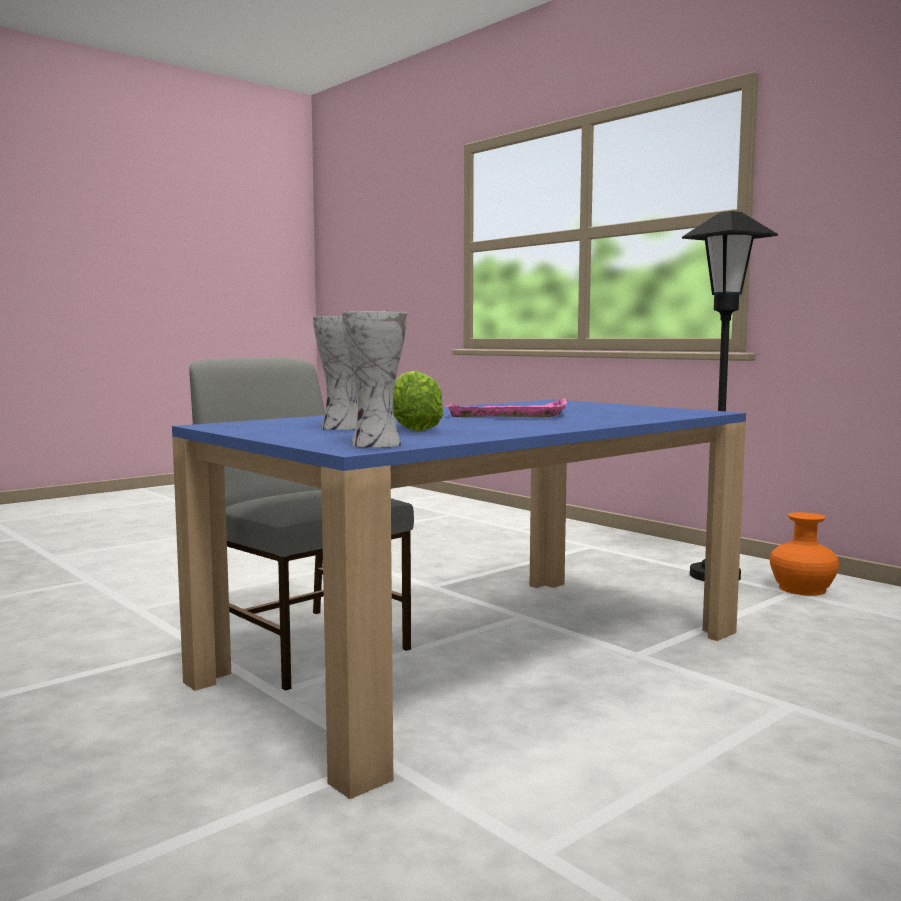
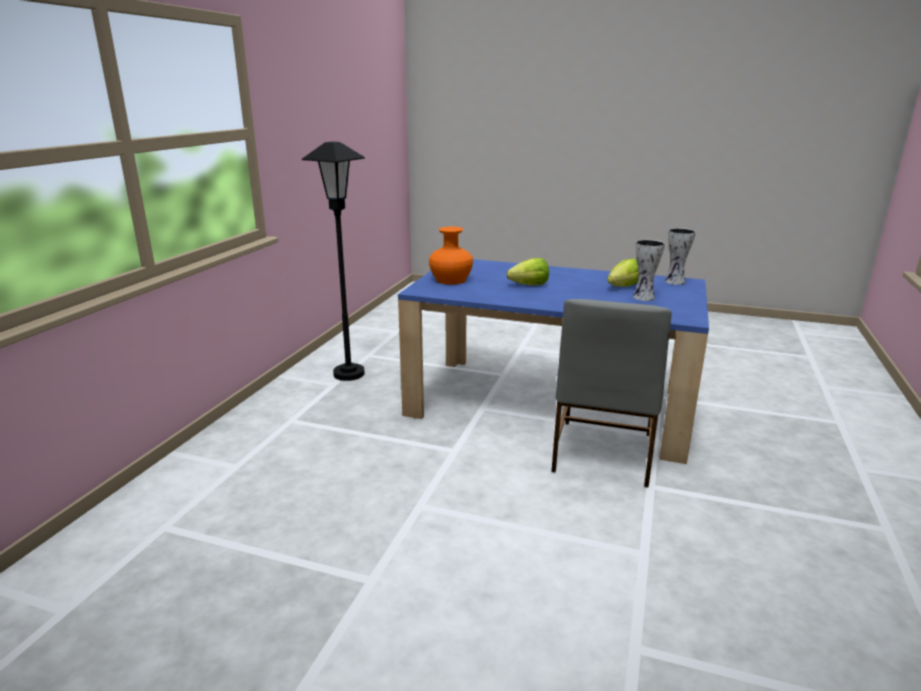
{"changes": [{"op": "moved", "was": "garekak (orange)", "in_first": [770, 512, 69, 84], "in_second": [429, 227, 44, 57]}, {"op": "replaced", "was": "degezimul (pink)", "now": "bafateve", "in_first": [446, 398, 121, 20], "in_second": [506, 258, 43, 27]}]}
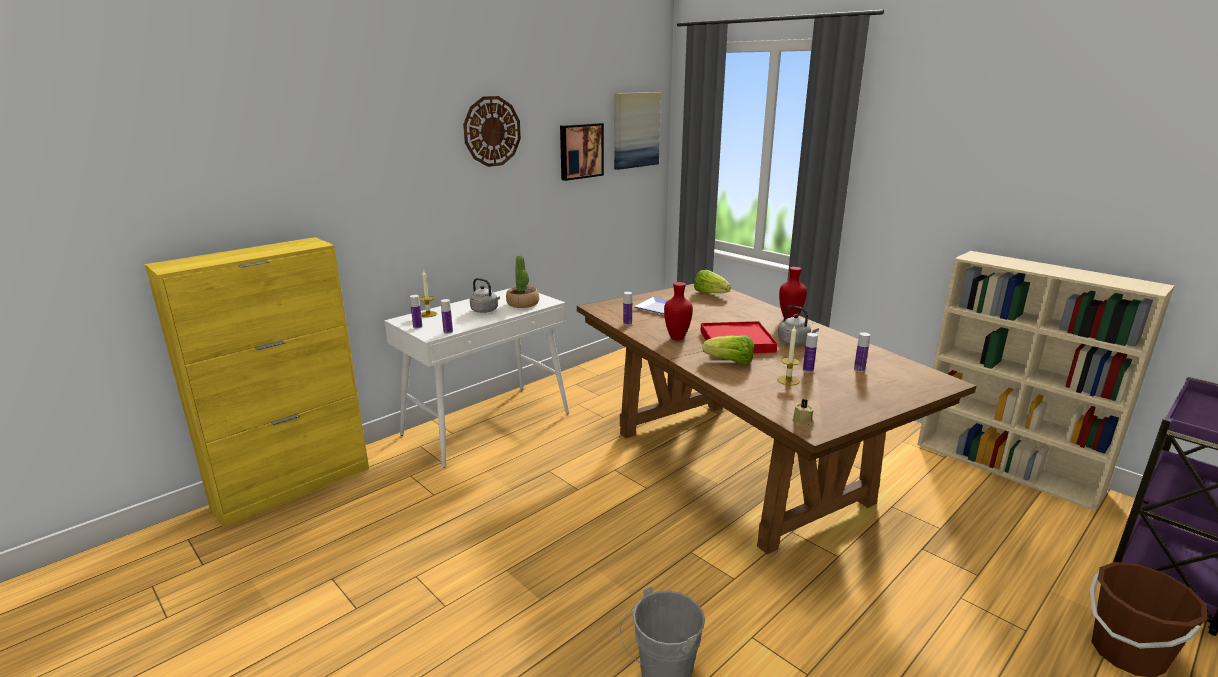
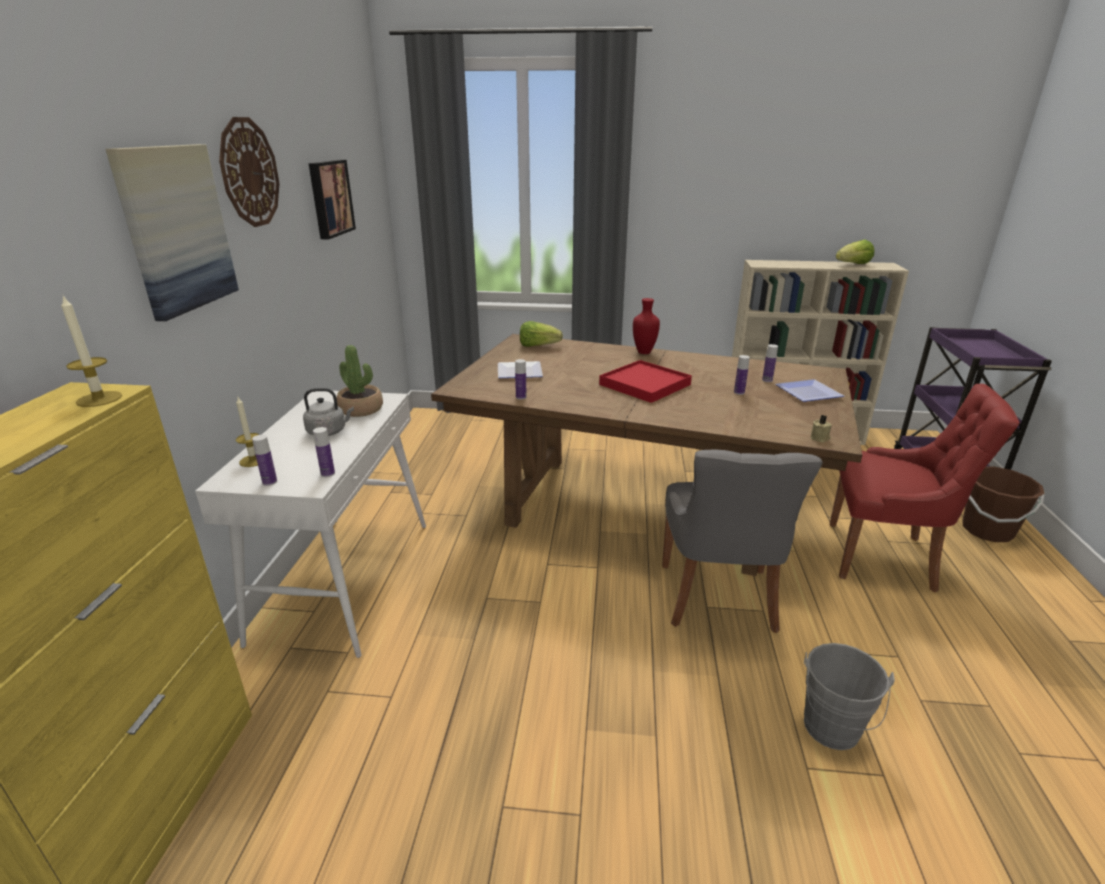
{"changes": [{"op": "moved", "was": "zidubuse", "in_first": [777, 325, 23, 60], "in_second": [61, 296, 61, 111]}, {"op": "moved", "was": "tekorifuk", "in_first": [614, 92, 47, 78], "in_second": [106, 144, 133, 177]}, {"op": "added", "now": "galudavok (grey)", "in_second": [662, 449, 161, 184]}, {"op": "added", "now": "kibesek", "in_second": [776, 379, 68, 23]}, {"op": "added", "now": "galudavok (red)", "in_second": [830, 384, 189, 208]}, {"op": "moved", "was": "bafateve", "in_first": [702, 335, 52, 30], "in_second": [836, 240, 38, 24]}, {"op": "removed", "was": "garekak (red)", "in_first": [664, 282, 29, 58]}, {"op": "removed", "was": "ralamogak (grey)", "in_first": [778, 306, 41, 39]}]}
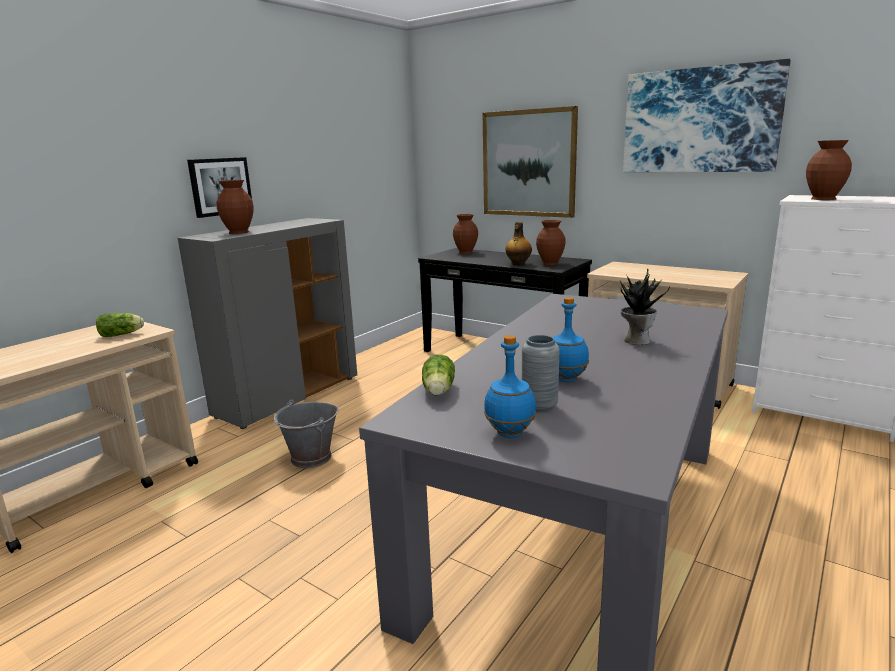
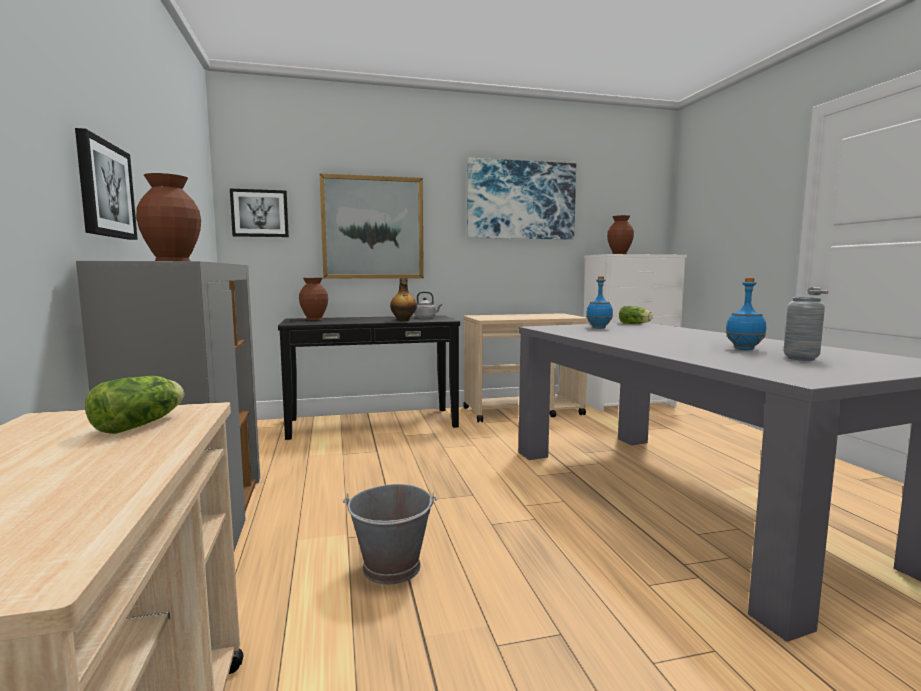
{"changes": [{"op": "added", "now": "tekorifuk", "in_second": [230, 189, 59, 48]}, {"op": "replaced", "was": "garekak (brown)", "now": "ralamogak (grey)", "in_first": [536, 220, 30, 45], "in_second": [414, 291, 28, 28]}, {"op": "moved", "was": "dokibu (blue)", "in_first": [484, 335, 52, 103], "in_second": [586, 276, 27, 53]}, {"op": "moved", "was": "bafateve", "in_first": [422, 354, 33, 42], "in_second": [619, 306, 34, 18]}, {"op": "removed", "was": "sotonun", "in_first": [620, 269, 50, 76]}]}
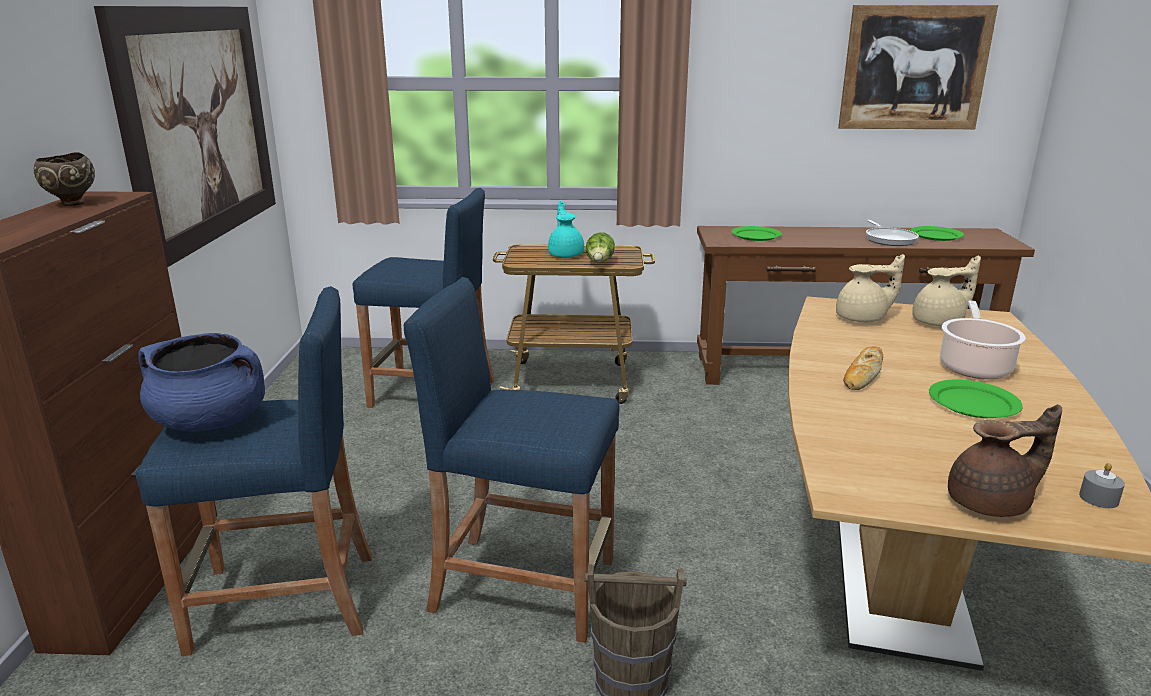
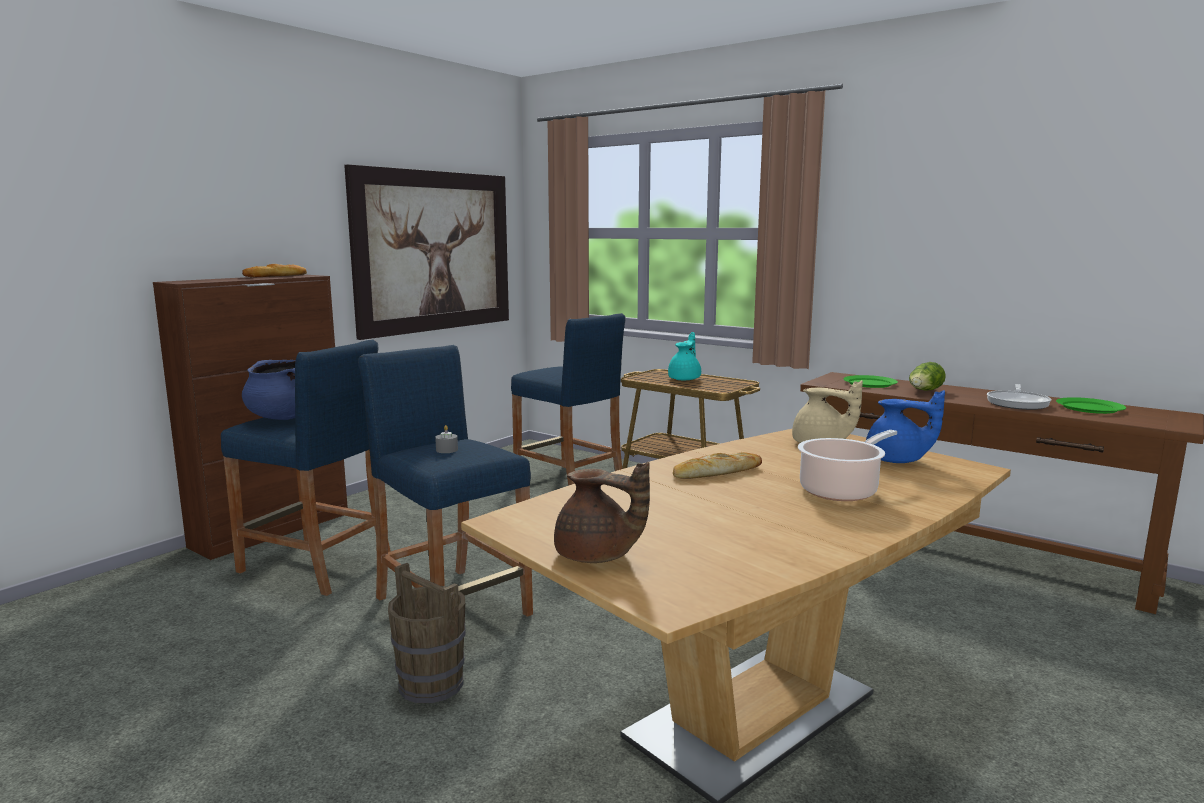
{"changes": [{"op": "replaced", "was": "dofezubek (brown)", "now": "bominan", "in_first": [34, 152, 61, 54], "in_second": [242, 264, 65, 13]}, {"op": "moved", "was": "zidubuse (grey)", "in_first": [1079, 463, 46, 45], "in_second": [435, 425, 23, 28]}, {"op": "recoloured", "was": "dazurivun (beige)", "now": "dazurivun (blue)", "in_first": [912, 256, 69, 70], "in_second": [866, 390, 79, 73]}, {"op": "moved", "was": "bafateve", "in_first": [586, 232, 29, 30], "in_second": [909, 362, 37, 29]}, {"op": "removed", "was": "tekorifuk", "in_first": [838, 5, 160, 124]}, {"op": "removed", "was": "kibesek (green)", "in_first": [929, 379, 94, 39]}]}
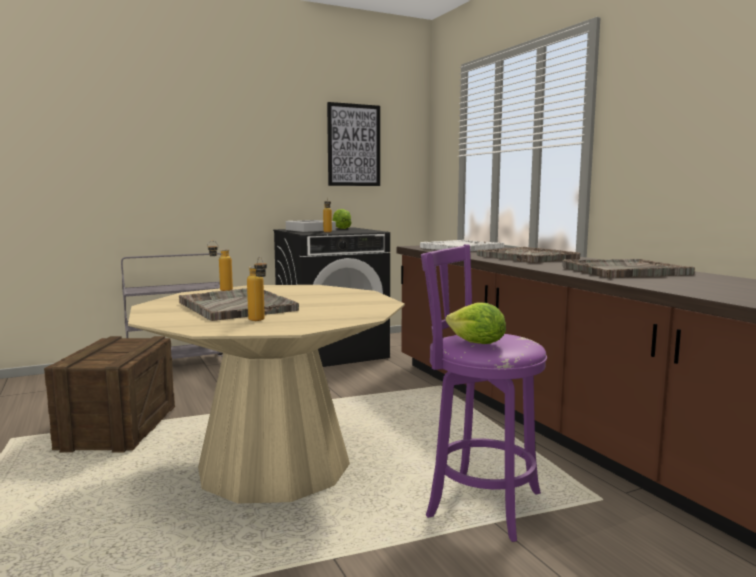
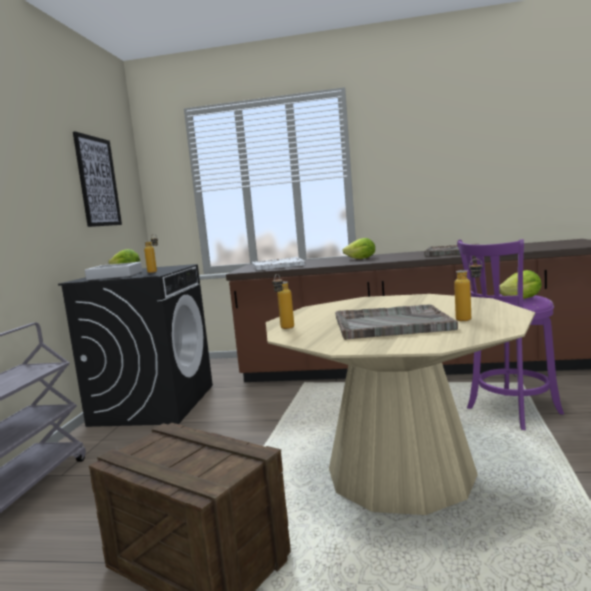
{"changes": [{"op": "replaced", "was": "degezimul (grey)", "now": "bafateve", "in_first": [477, 247, 104, 16], "in_second": [342, 238, 33, 21]}]}
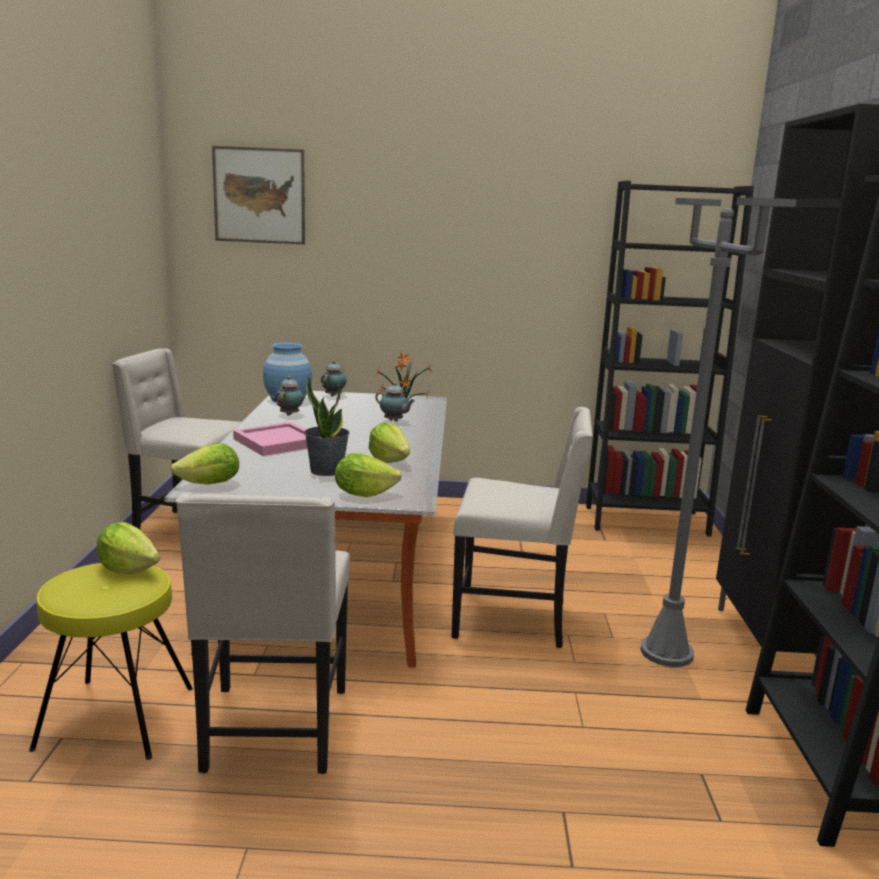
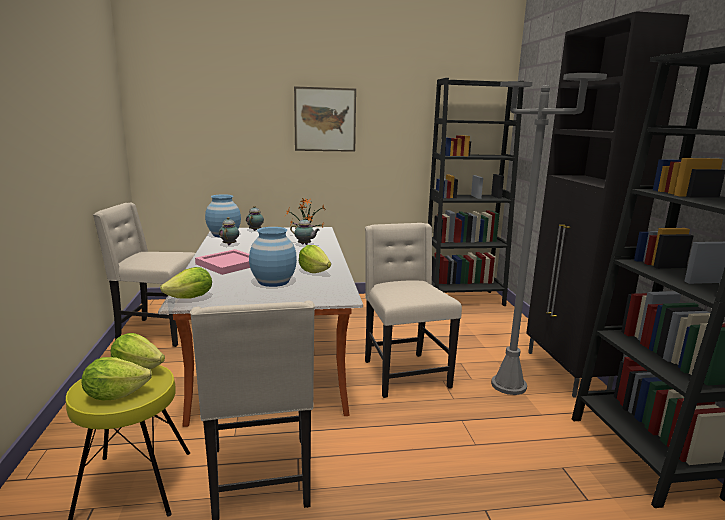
{"changes": [{"op": "moved", "was": "bafateve", "in_first": [335, 453, 67, 44], "in_second": [81, 357, 71, 43]}, {"op": "replaced", "was": "sotonun", "now": "garekak (blue)", "in_first": [304, 376, 45, 100], "in_second": [249, 227, 48, 60]}, {"op": "moved", "was": "tekorifuk", "in_first": [212, 146, 93, 98], "in_second": [294, 86, 62, 66]}, {"op": "turned", "was": "galudavok (beige)", "in_first": [452, 407, 141, 241], "in_second": [365, 223, 97, 175], "clockwise": -105}]}
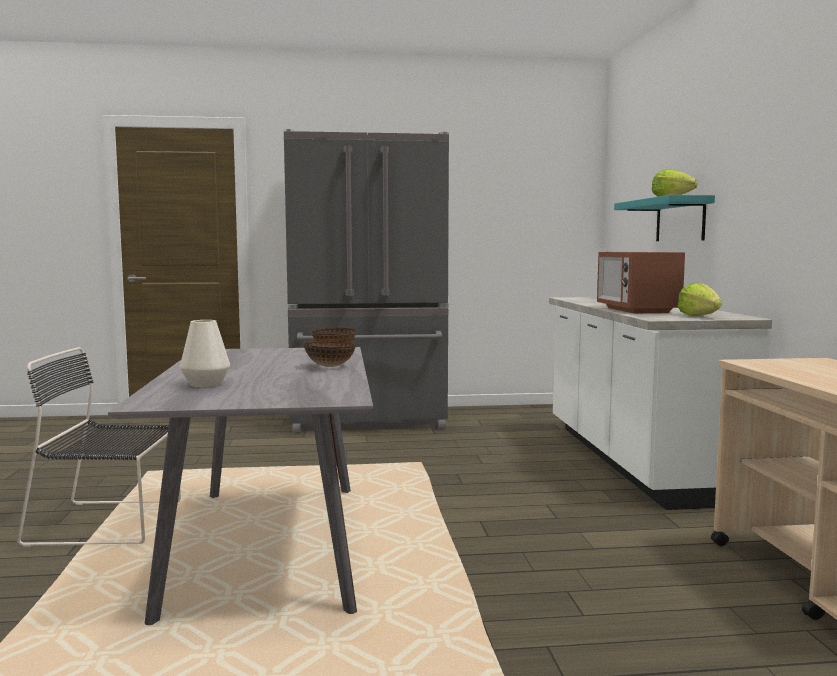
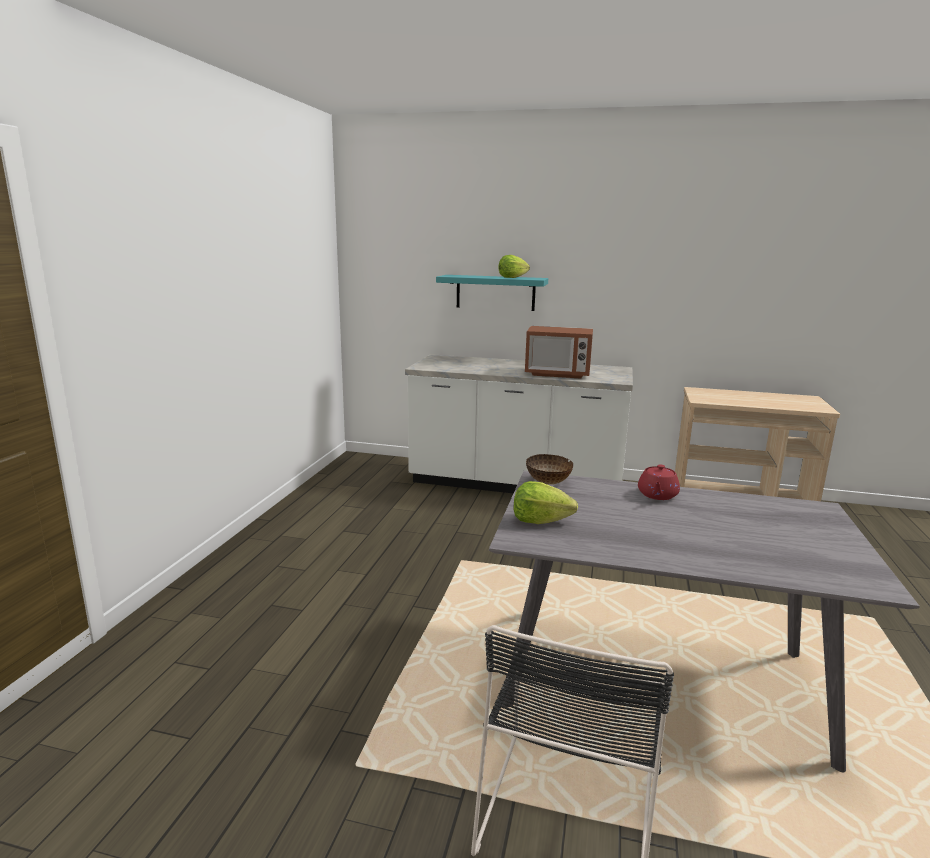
{"changes": [{"op": "moved", "was": "bafateve", "in_first": [678, 283, 44, 33], "in_second": [514, 481, 64, 43]}, {"op": "replaced", "was": "dofezubek", "now": "dazurivun (red)", "in_first": [304, 341, 52, 26], "in_second": [638, 464, 42, 36]}, {"op": "removed", "was": "garekak (white)", "in_first": [180, 320, 50, 67]}, {"op": "removed", "was": "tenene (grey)", "in_first": [284, 129, 165, 304]}]}
